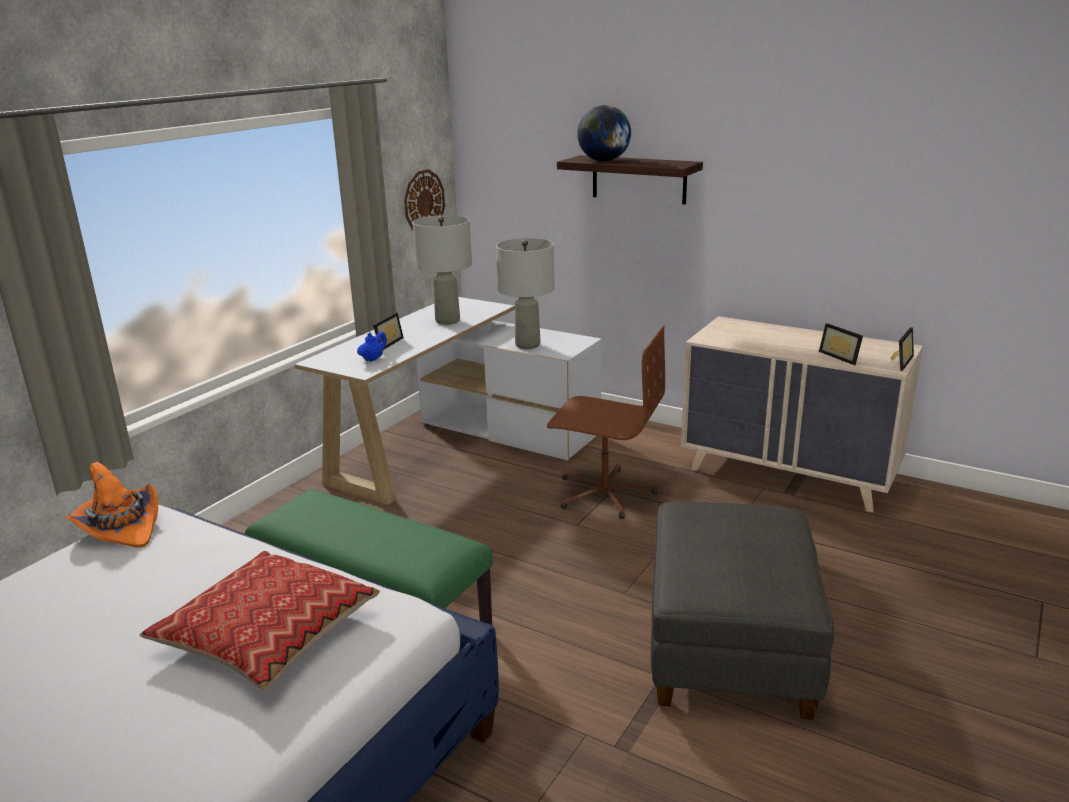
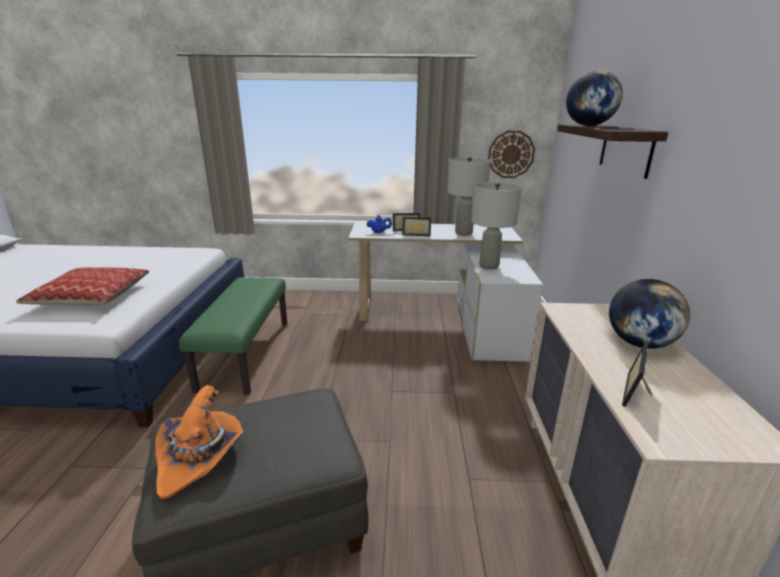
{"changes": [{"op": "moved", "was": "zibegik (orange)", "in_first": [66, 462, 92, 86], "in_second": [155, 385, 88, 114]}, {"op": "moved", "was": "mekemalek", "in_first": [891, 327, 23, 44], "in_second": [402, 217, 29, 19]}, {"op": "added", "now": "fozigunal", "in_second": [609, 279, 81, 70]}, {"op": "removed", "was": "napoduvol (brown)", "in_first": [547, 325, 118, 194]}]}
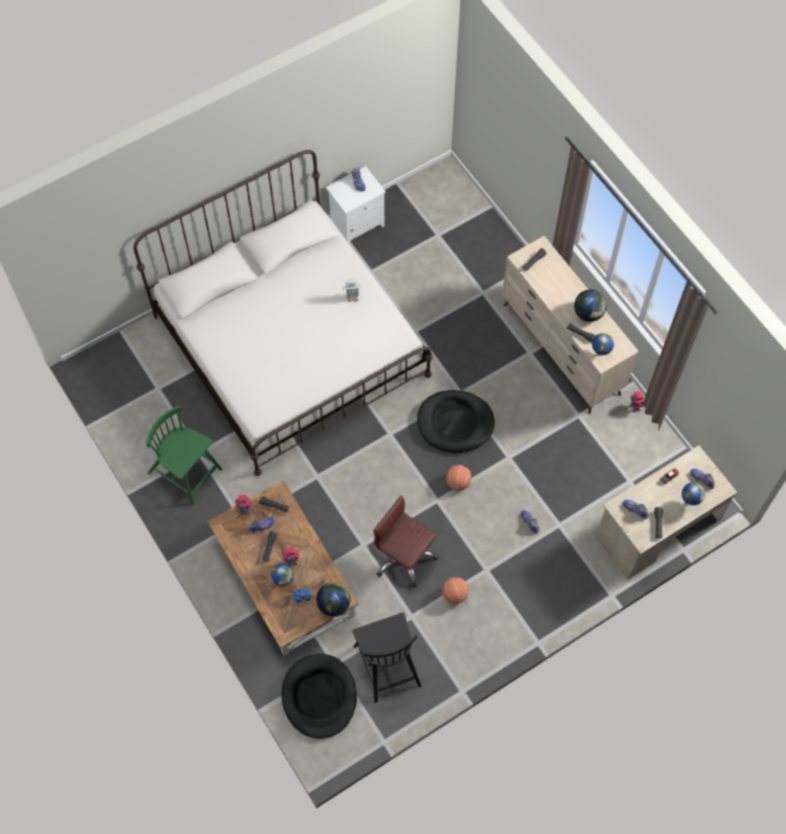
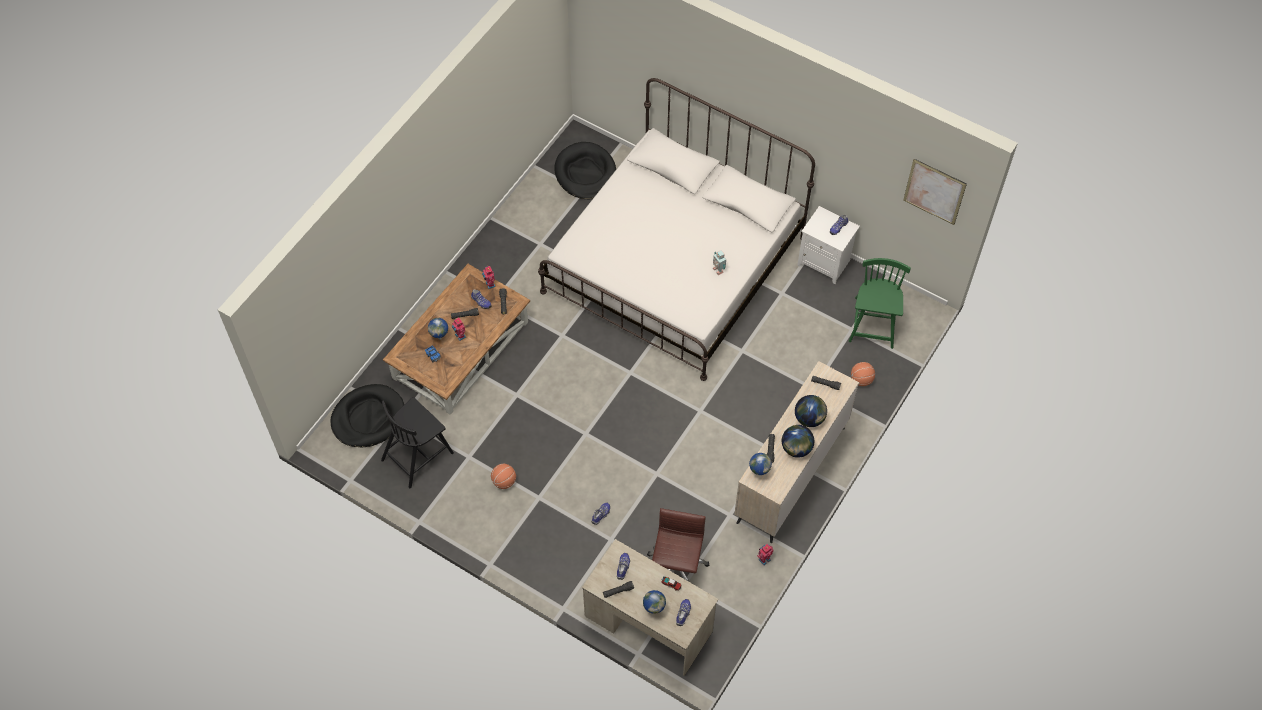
{"changes": [{"op": "moved", "was": "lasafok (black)", "in_first": [417, 390, 78, 63], "in_second": [554, 142, 62, 57]}, {"op": "moved", "was": "napoduvol (brown)", "in_first": [373, 495, 65, 93], "in_second": [647, 508, 62, 74]}, {"op": "moved", "was": "fozigunal", "in_first": [316, 582, 34, 34], "in_second": [795, 395, 32, 32]}, {"op": "moved", "was": "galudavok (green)", "in_first": [146, 406, 76, 99], "in_second": [849, 258, 62, 91]}, {"op": "moved", "was": "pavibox", "in_first": [446, 465, 25, 26], "in_second": [851, 362, 24, 24]}, {"op": "added", "now": "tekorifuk", "in_second": [903, 159, 64, 66]}]}
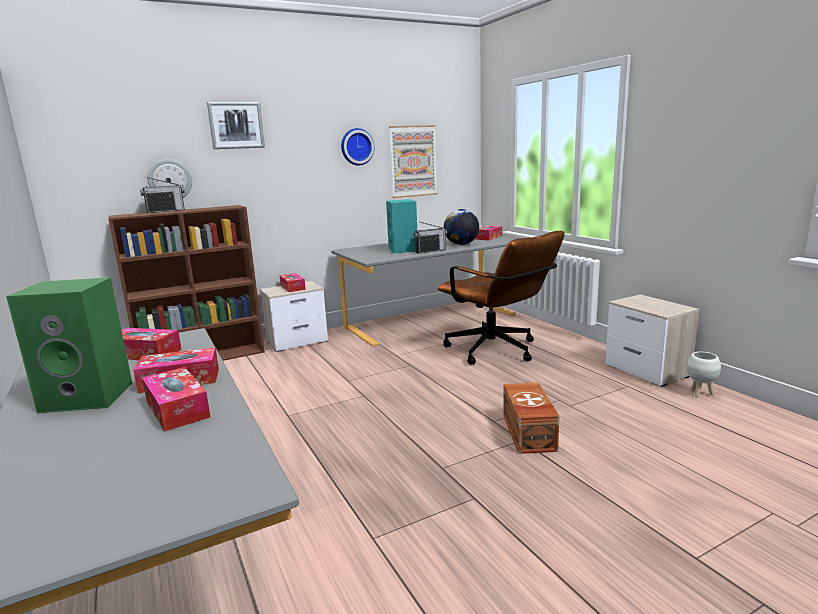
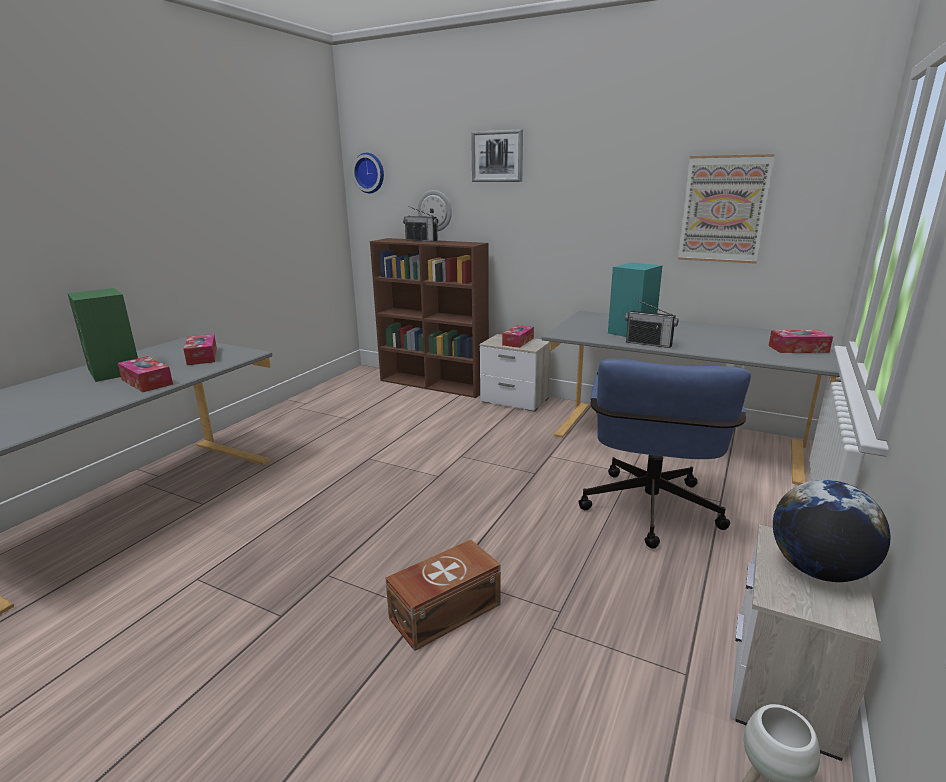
{"changes": [{"op": "moved", "was": "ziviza", "in_first": [341, 128, 33, 37], "in_second": [352, 153, 32, 40]}, {"op": "recoloured", "was": "napoduvol (brown)", "now": "napoduvol (blue)", "in_first": [438, 231, 127, 134], "in_second": [578, 358, 173, 191]}, {"op": "moved", "was": "fozigunal", "in_first": [444, 209, 35, 36], "in_second": [773, 480, 118, 102]}, {"op": "removed", "was": "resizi", "in_first": [142, 367, 68, 65]}]}
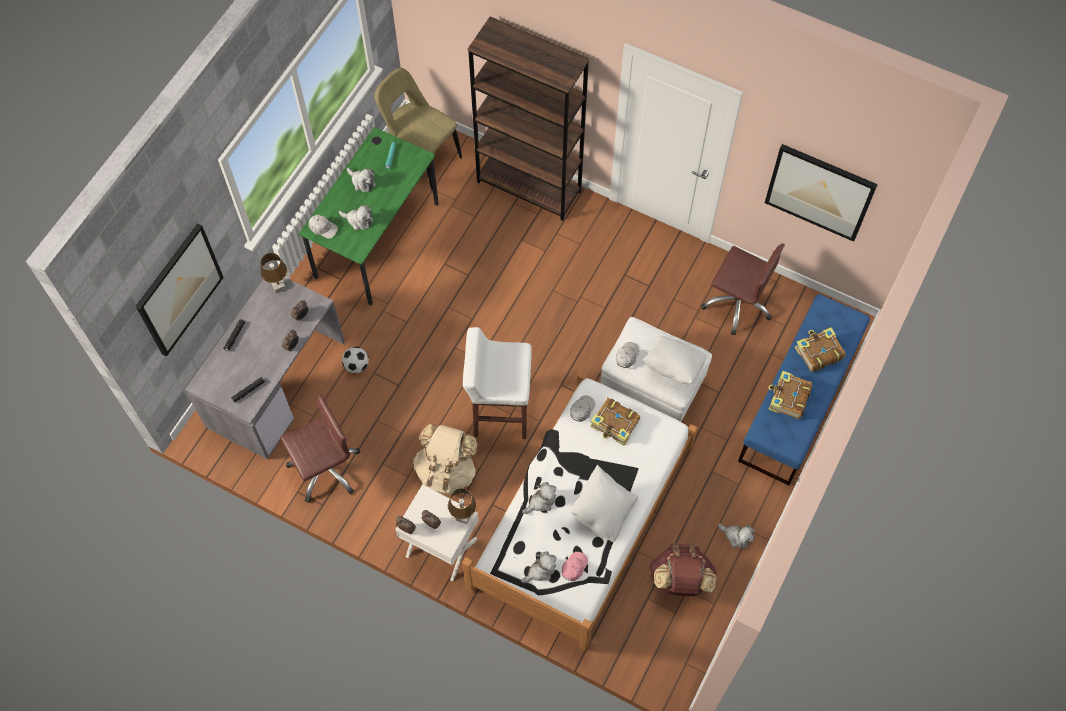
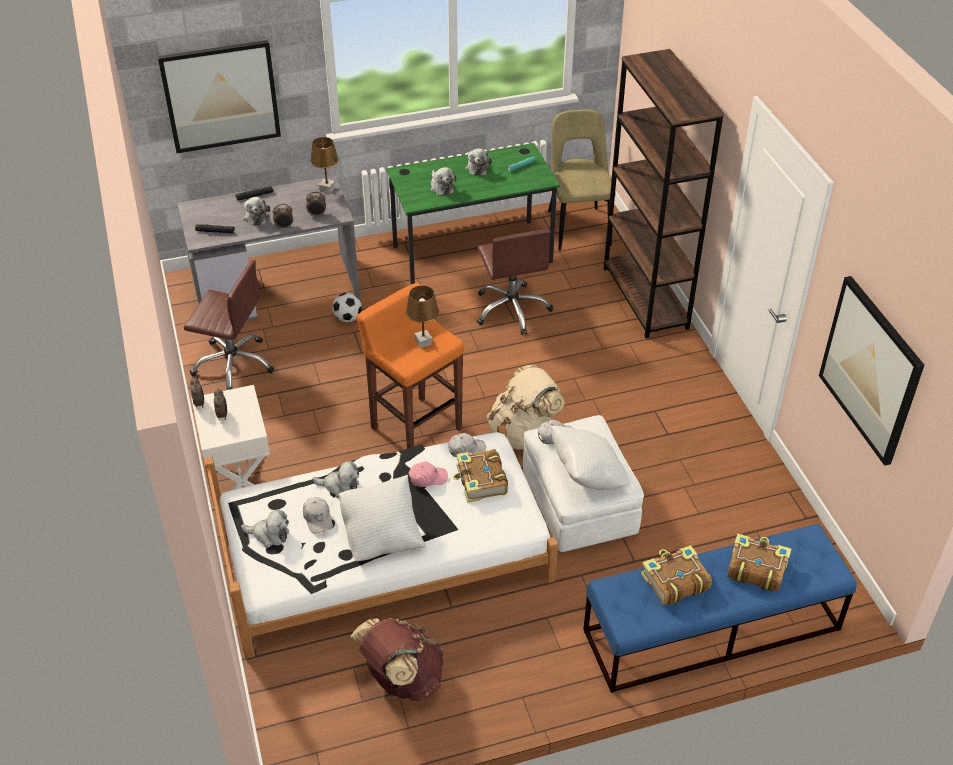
{"changes": [{"op": "moved", "was": "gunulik", "in_first": [718, 524, 37, 24], "in_second": [244, 197, 26, 29]}, {"op": "moved", "was": "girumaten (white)", "in_first": [308, 215, 30, 24], "in_second": [303, 497, 30, 37]}, {"op": "recoloured", "was": "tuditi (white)", "now": "tuditi (orange)", "in_first": [463, 327, 69, 112], "in_second": [356, 283, 108, 166]}, {"op": "moved", "was": "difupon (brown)", "in_first": [448, 488, 28, 36], "in_second": [406, 286, 33, 62]}, {"op": "moved", "was": "girumaten (pink)", "in_first": [562, 552, 26, 29], "in_second": [408, 461, 40, 26]}, {"op": "moved", "was": "napoduvol (brown)", "in_first": [701, 244, 84, 91], "in_second": [477, 229, 76, 106]}, {"op": "moved", "was": "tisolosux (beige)", "in_first": [413, 424, 64, 71], "in_second": [487, 364, 78, 86]}]}
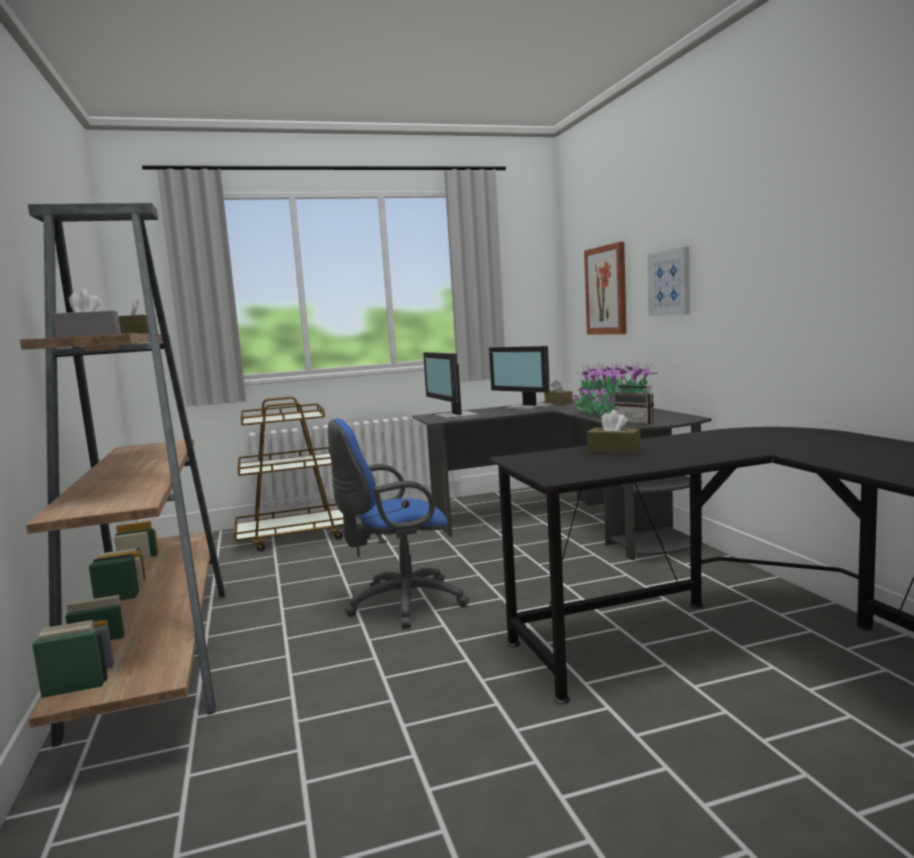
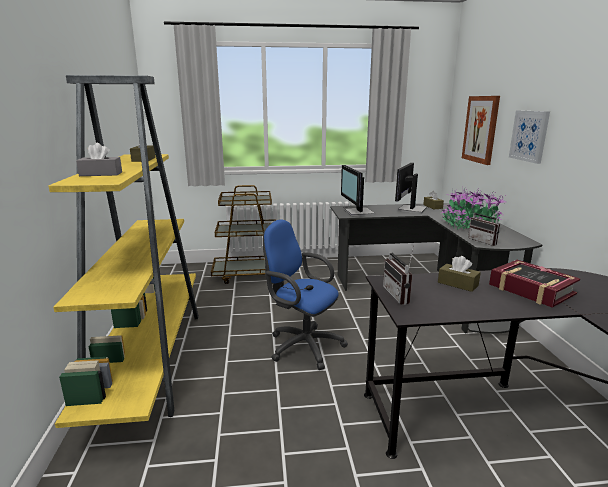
{"changes": [{"op": "recoloured", "was": "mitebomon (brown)", "now": "mitebomon (yellow)", "in_first": [20, 203, 205, 544], "in_second": [48, 75, 151, 353]}, {"op": "turned", "was": "napoduvol (blue)", "in_first": [328, 419, 141, 210], "in_second": [263, 219, 85, 151], "clockwise": 45}, {"op": "added", "now": "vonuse", "in_second": [383, 246, 31, 59]}, {"op": "turned", "was": "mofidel", "in_first": [489, 346, 65, 65], "in_second": [395, 163, 32, 51], "clockwise": 60}, {"op": "added", "now": "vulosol", "in_second": [489, 260, 91, 48]}]}
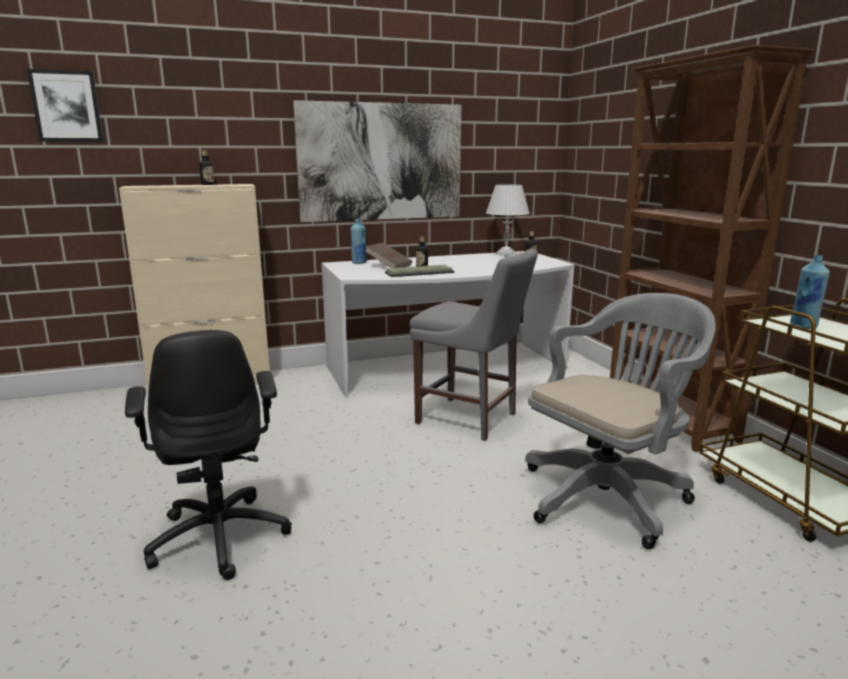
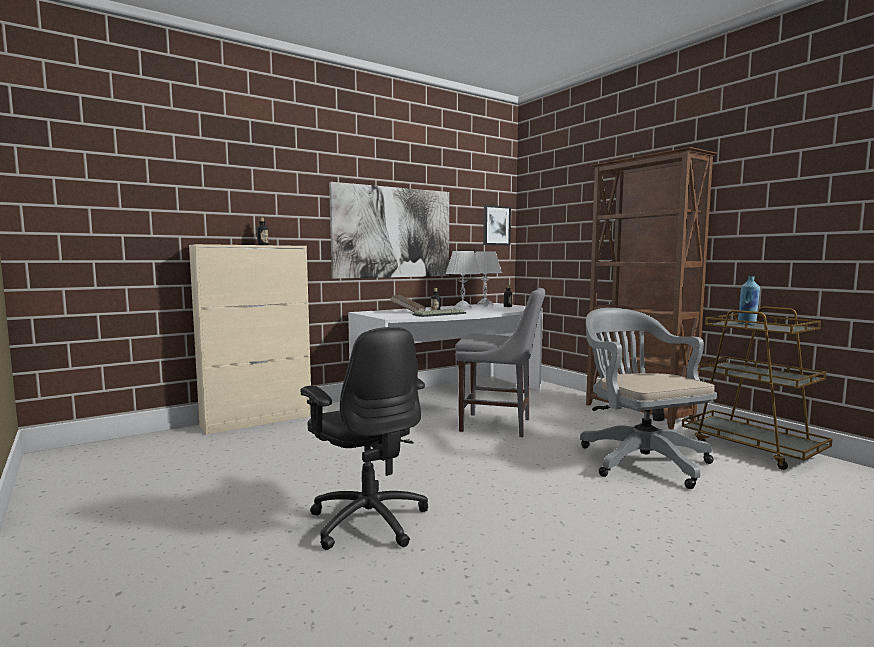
{"changes": [{"op": "added", "now": "difupon (white)", "in_second": [445, 251, 36, 58]}, {"op": "moved", "was": "tekorifuk", "in_first": [27, 69, 77, 73], "in_second": [483, 205, 28, 41]}, {"op": "turned", "was": "napoduvol (grey)", "in_first": [525, 293, 191, 256], "in_second": [580, 308, 137, 181], "clockwise": -60}, {"op": "removed", "was": "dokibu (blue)", "in_first": [350, 218, 17, 46]}]}
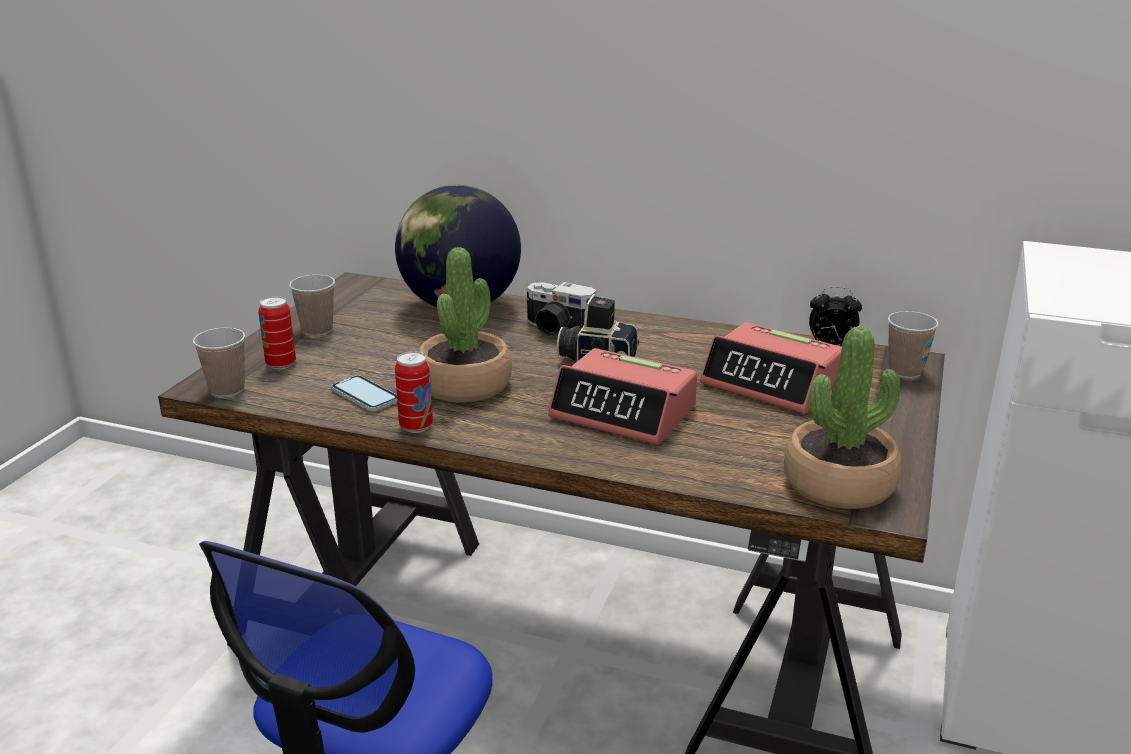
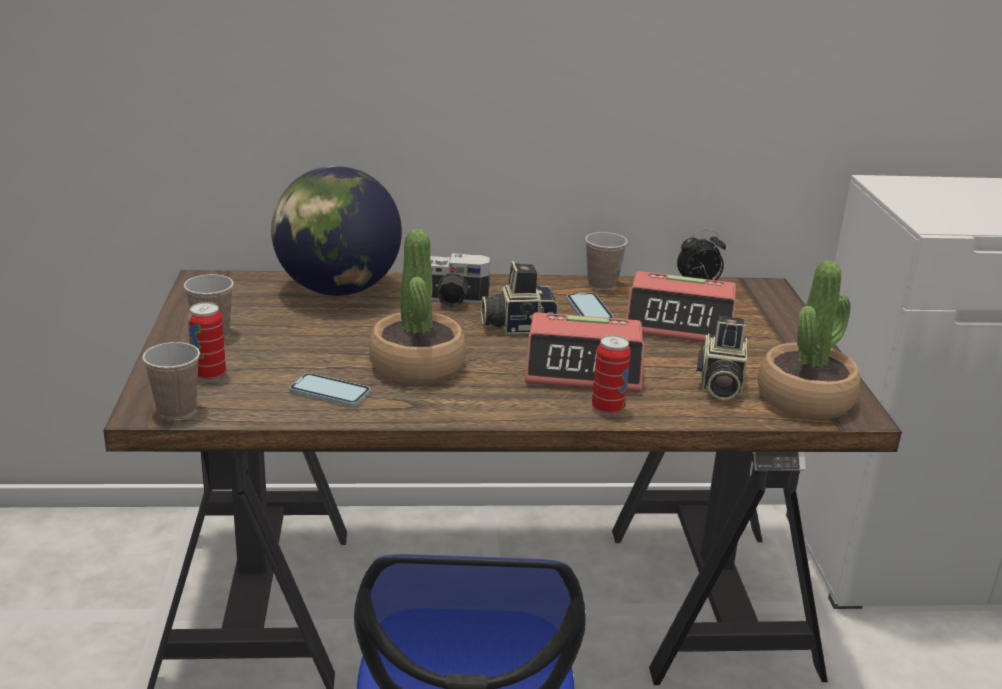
{"changes": [{"op": "added", "now": "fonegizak", "in_second": [566, 293, 48, 25]}, {"op": "moved", "was": "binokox", "in_first": [888, 311, 50, 67], "in_second": [585, 232, 43, 58]}, {"op": "moved", "was": "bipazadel", "in_first": [395, 351, 38, 82], "in_second": [592, 335, 39, 80]}, {"op": "added", "now": "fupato", "in_second": [697, 316, 51, 84]}]}
